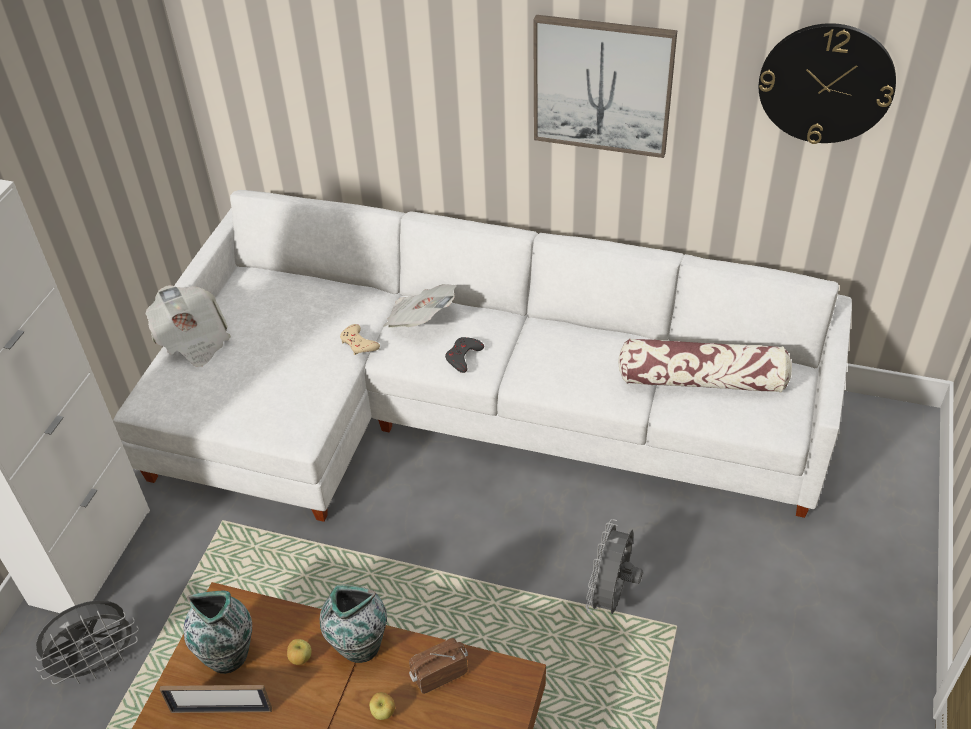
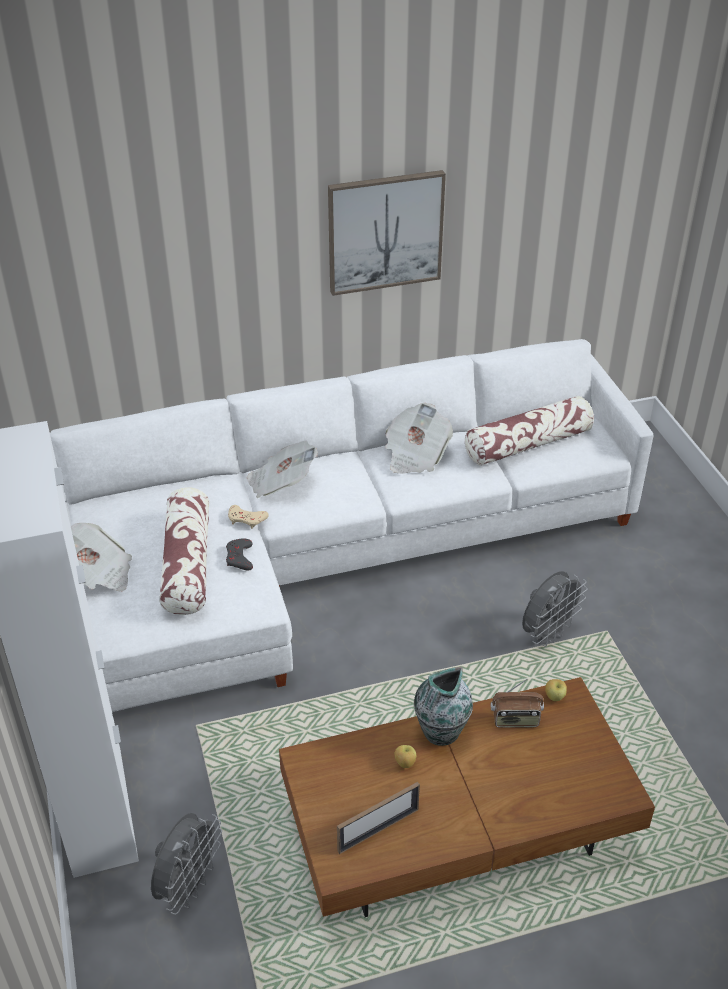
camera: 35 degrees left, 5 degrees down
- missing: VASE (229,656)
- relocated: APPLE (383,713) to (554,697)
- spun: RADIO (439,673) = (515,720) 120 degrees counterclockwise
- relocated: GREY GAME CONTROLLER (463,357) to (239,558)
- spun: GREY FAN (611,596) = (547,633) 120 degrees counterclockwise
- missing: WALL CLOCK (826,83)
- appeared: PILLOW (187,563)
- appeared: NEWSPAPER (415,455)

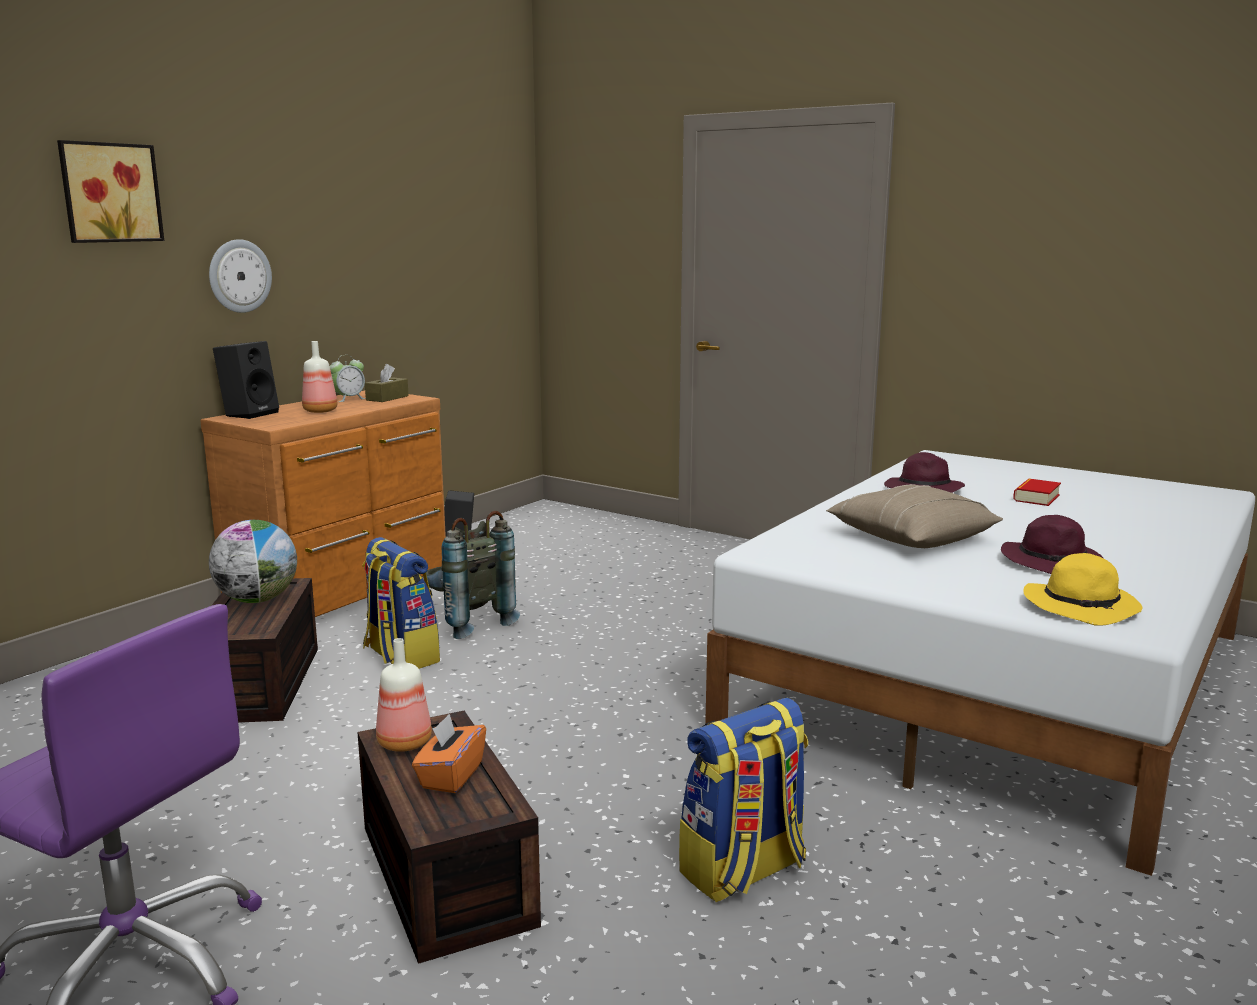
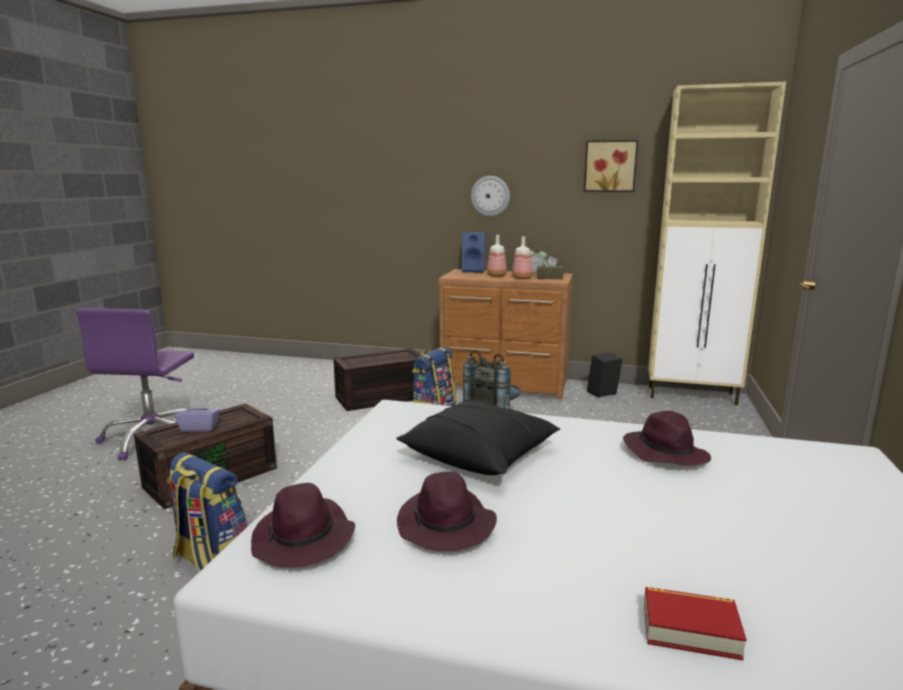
camera: 70 degrees right, 0 degrees up
- relocated: PICTURE (109,193) to (610,166)
- missing: GLOBE (257,600)
- colour: BLACK SPEAKER (250,414) to BLUE SPEAKER (474,271)
- relocated: BOTTLE (403,743) to (521,278)
- colour: ORANGE TISSUE BOX (450,776) to PURPLE TISSUE BOX (199,428)
- colour: BEIGE PILLOW (911,538) to BLACK PILLOW (480,455)
- relocated: BOOK (1036,498) to (690,630)
- colour: YELLOW HAT (1082,607) to PURPLE HAT (303,539)
- appeared: BEIGE CABINET (693,396)

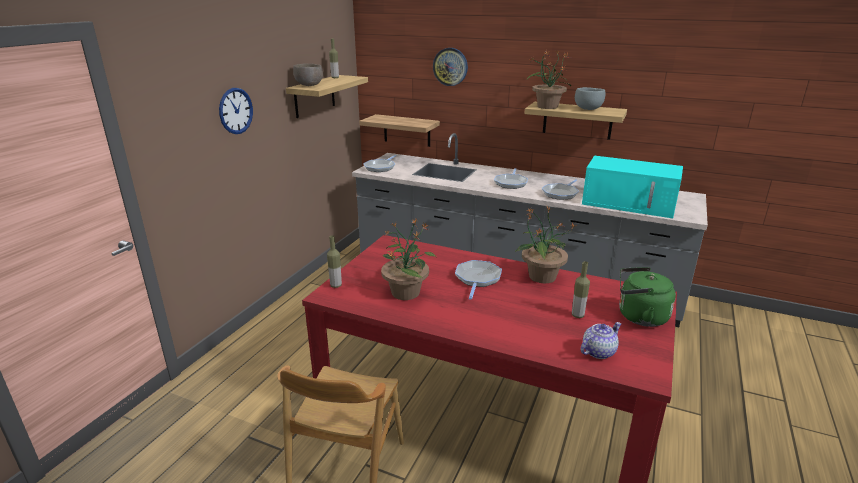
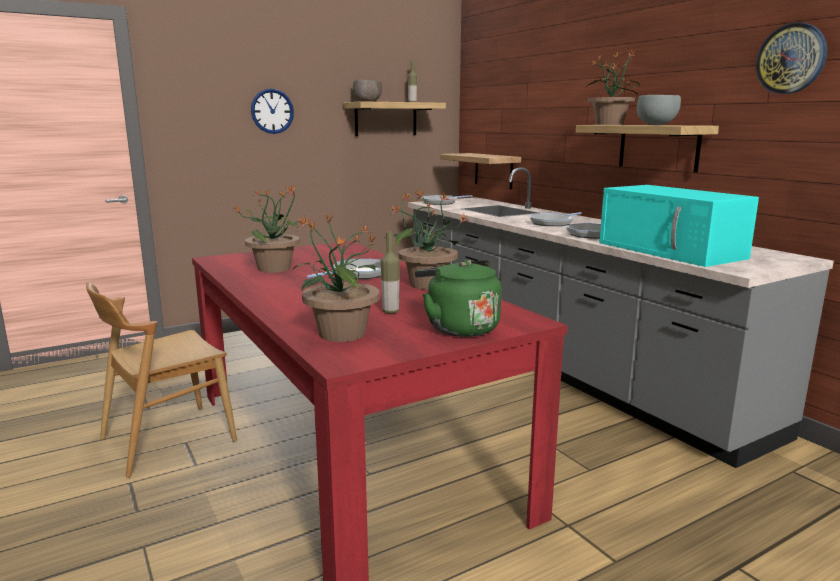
camera: 35 degrees right, 10 degrees down
- missing: BOTTLE (336,285)
- relocated: WALL CLOCK (450,66) to (791,59)
- exchanged: TEAPOT (598,351) to POTTED PLANT (341,334)

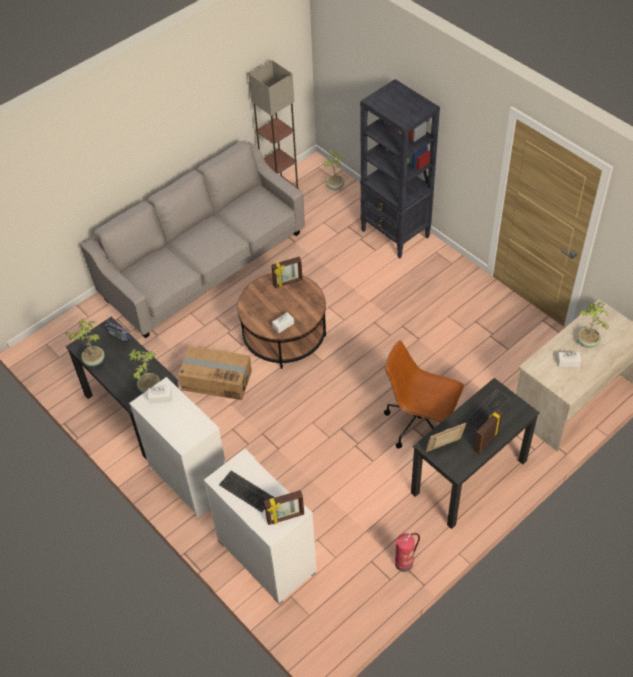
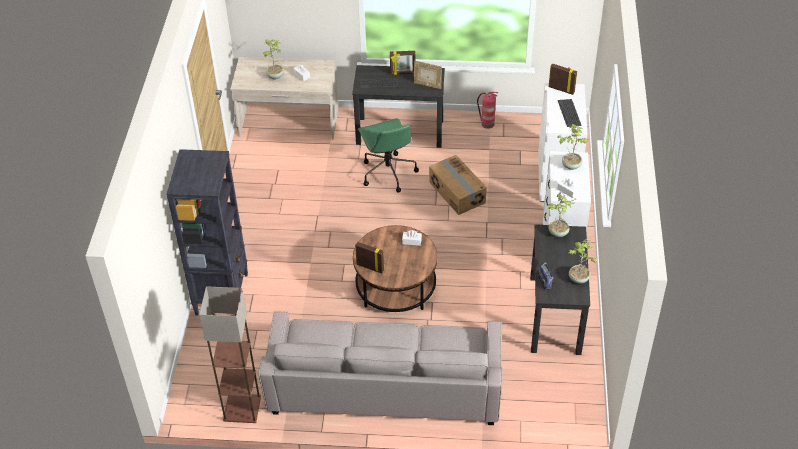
camera: 135 degrees left, 5 degrees down
- relocated: CARDBOARD BOX (217,380) to (456,192)
- relocated: POTTED PLANT (335,187) to (571,165)
- colour: BROWN OFFICE CHAIR (420,424) to GREEN OFFICE CHAIR (388,172)

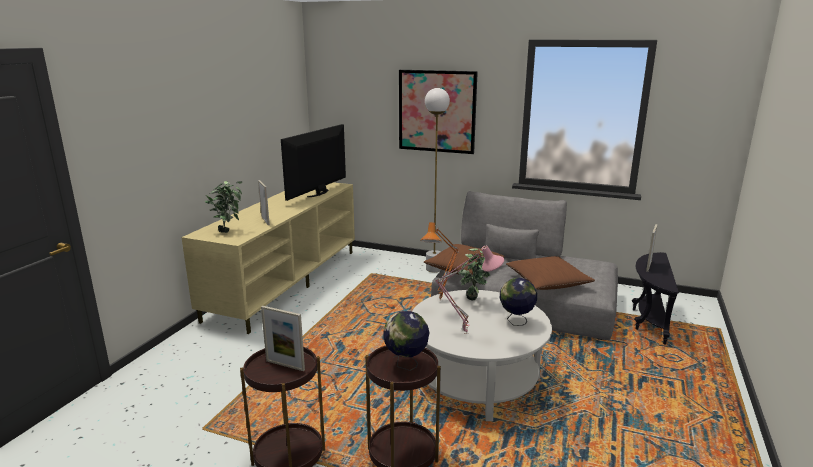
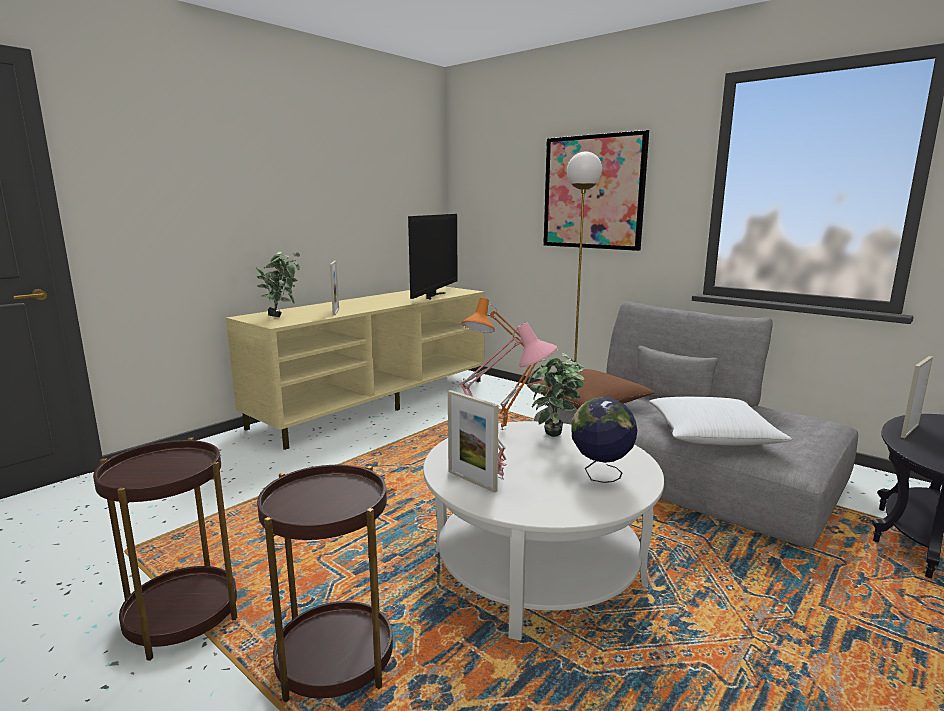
camera: 20 degrees right, 5 degrees down
- relocated: PICTURE FRAME (285,365) to (472,481)
- spun: TELEVISION (319,193) = (434,296) 150 degrees clockwise
- missing: GLOBE (406,364)
- colour: BROWN PILLOW (547,282) to WHITE PILLOW (711,435)

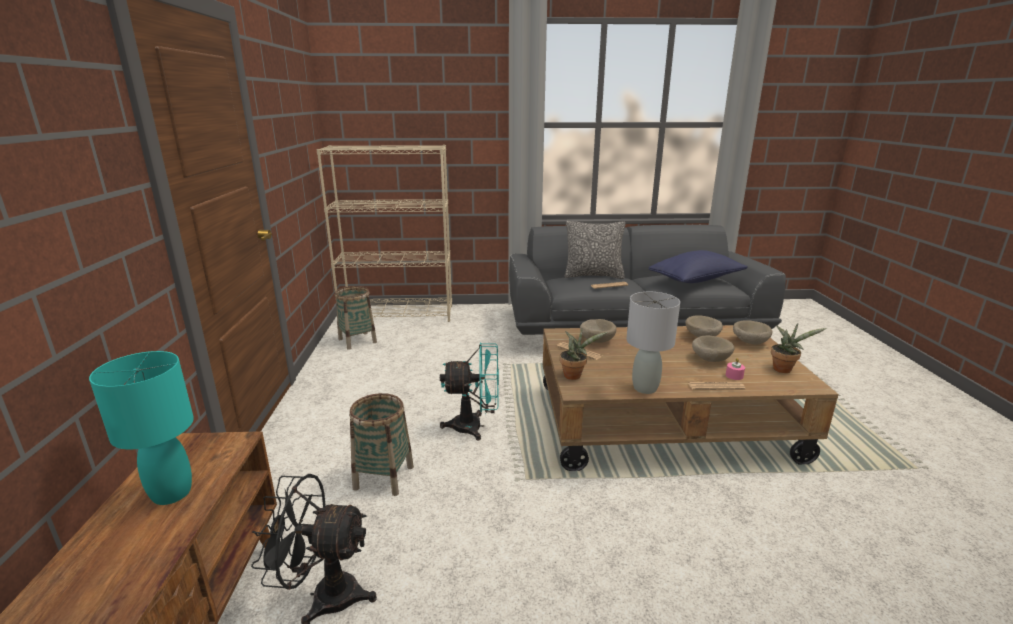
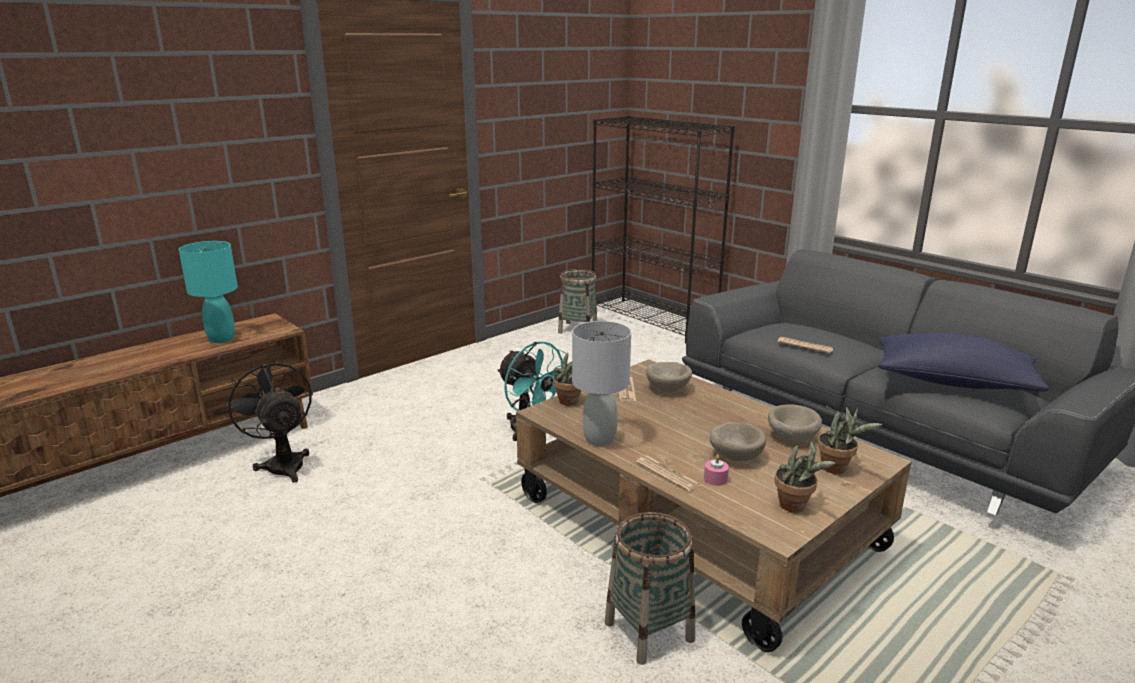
camera: 50 degrees right, 0 degrees up
- colour: BEIGE BOOKCASE (398,314) to BLACK BOOKCASE (653,320)
- relocated: BASKET (384,477) to (649,631)
- missing: PILLOW (593,275)
- exchanged: BEIGE BOWL (749,342) to POTTED PLANT (837,469)

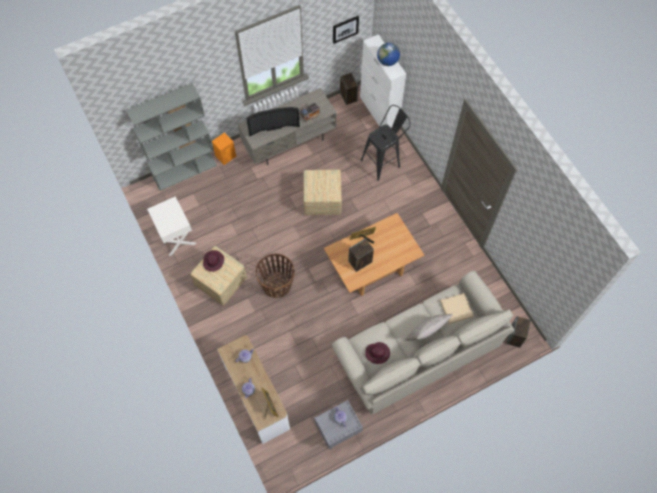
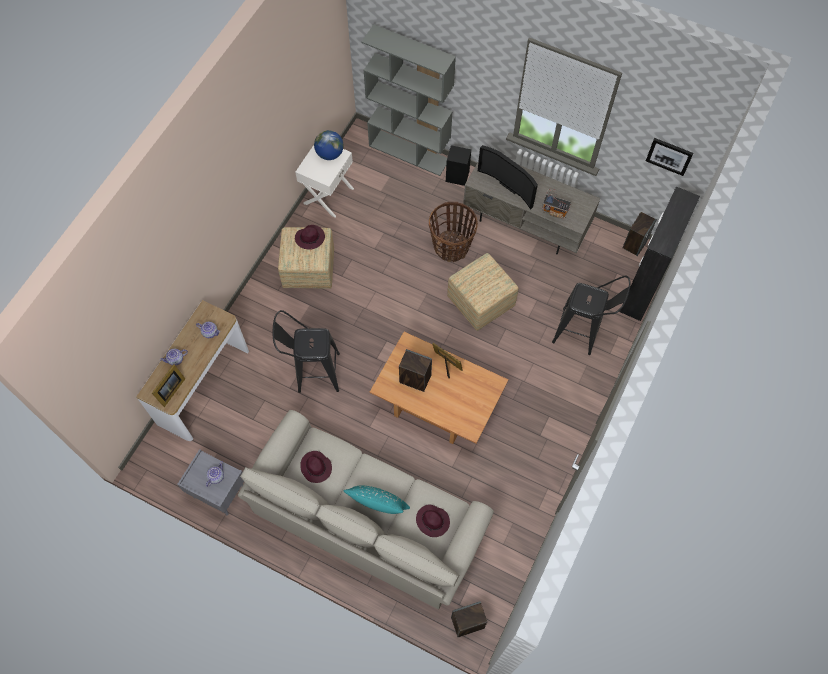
camera: 55 degrees right, 0 degrees up
- colour: ORANGE SPEAKER (226,156) to BLACK SPEAKER (458,176)
- relocated: BASKET (277,285) to (451,247)
- colour: WHITE CABINET (379,112) to BLACK CABINET (642,288)
- relocated: GLOBE (387,61) to (330,154)
- colour: GREY PILLOW (425,333) to TURQUOISE PILLOW (378,505)
- exchanged: BEIGE TRAY (456,309) to PURPLE HAT (433,521)
- appeared: BLACK STOOL (312,372)

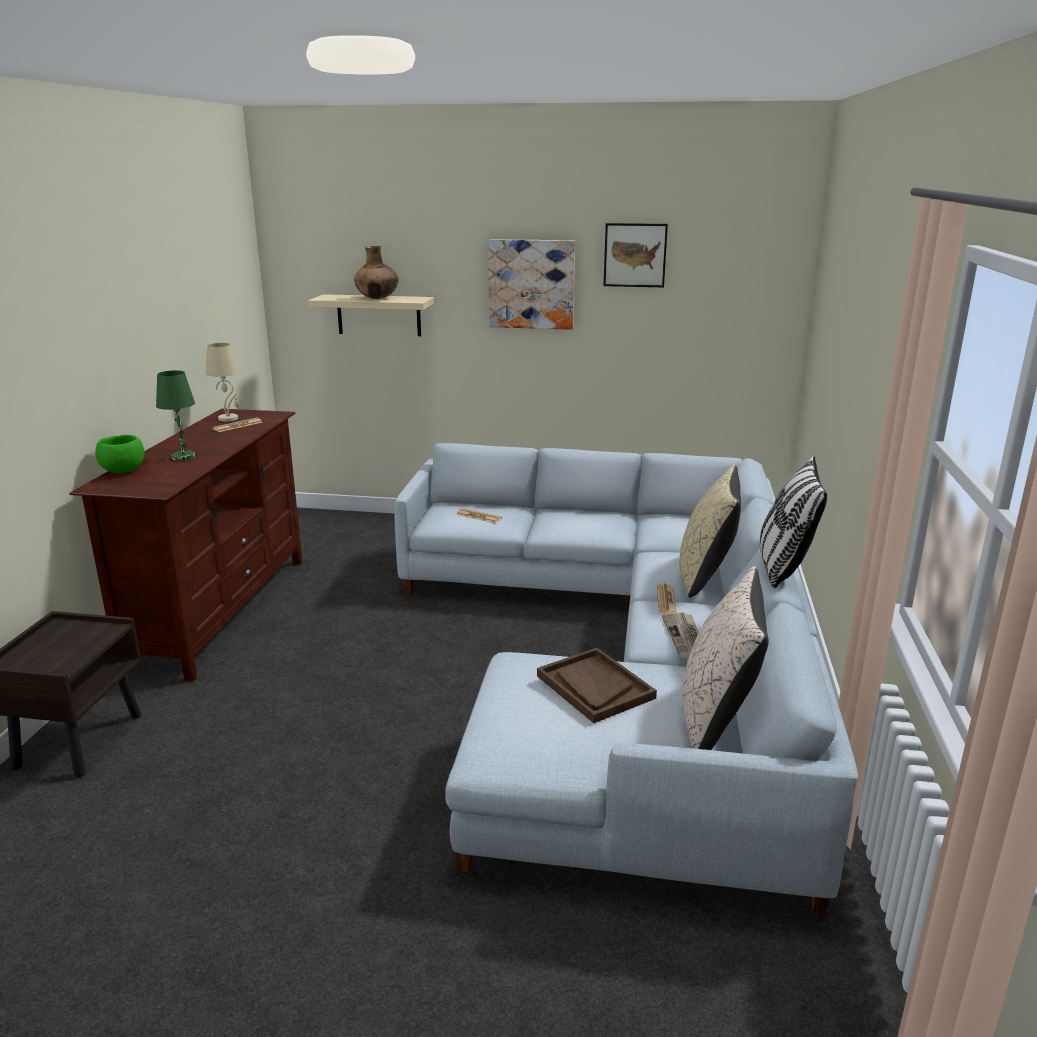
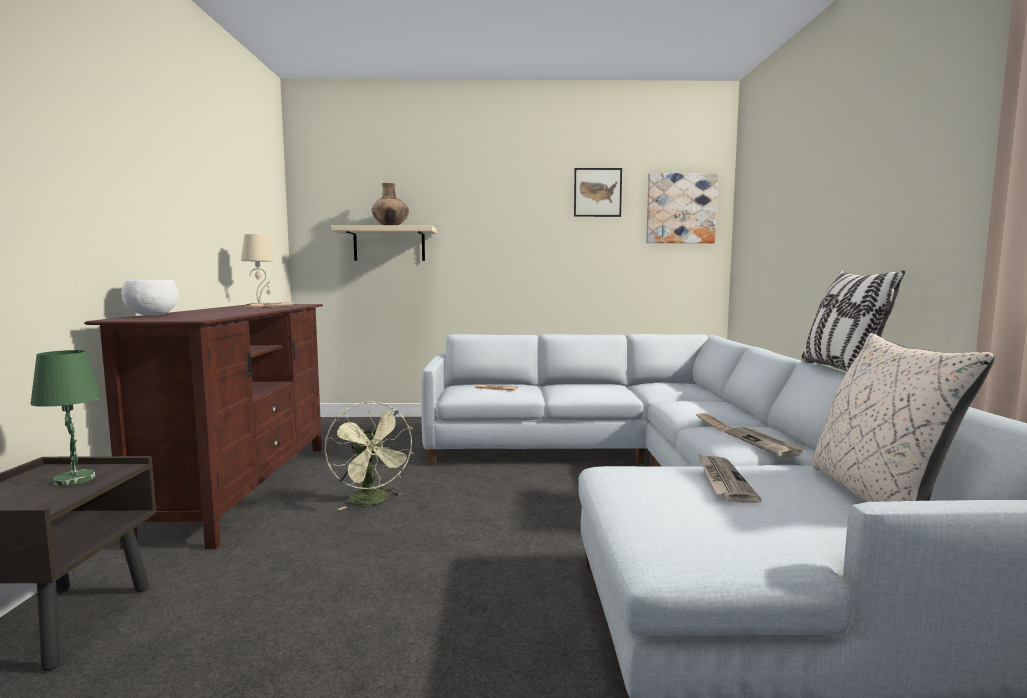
camera: 10 degrees left, 15 degrees down
- colour: GREEN BOWL (123,471) to WHITE BOWL (152,315)
- relocated: GREEN TABLE LAMP (184,457) to (76,480)
- relocated: PICTURE (531,284) to (680,208)
- exchanged: BROWN TRAY (594,687) to NEWSPAPER (723,480)
- missing: BEIGE PILLOW (705,575)
- appeared: GREEN FAN (373,502)

